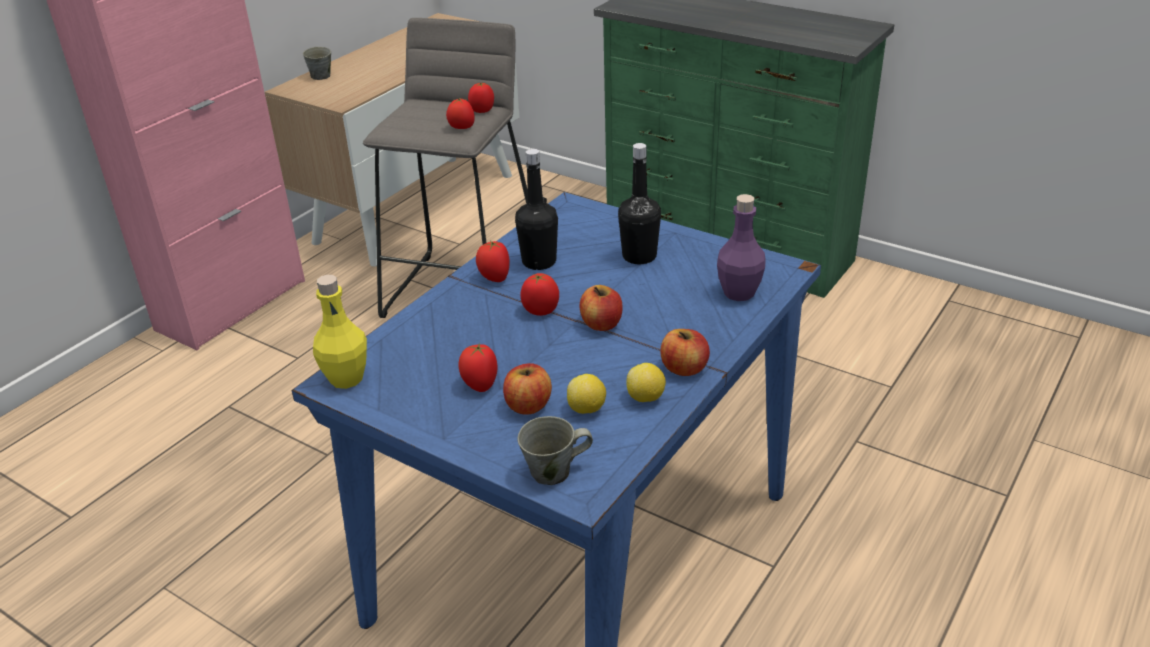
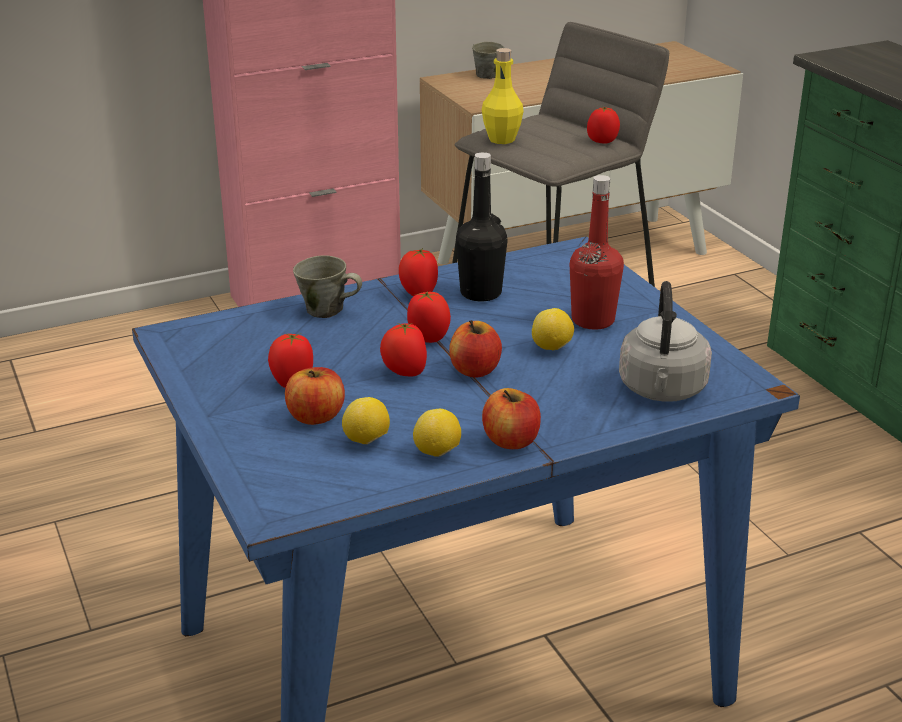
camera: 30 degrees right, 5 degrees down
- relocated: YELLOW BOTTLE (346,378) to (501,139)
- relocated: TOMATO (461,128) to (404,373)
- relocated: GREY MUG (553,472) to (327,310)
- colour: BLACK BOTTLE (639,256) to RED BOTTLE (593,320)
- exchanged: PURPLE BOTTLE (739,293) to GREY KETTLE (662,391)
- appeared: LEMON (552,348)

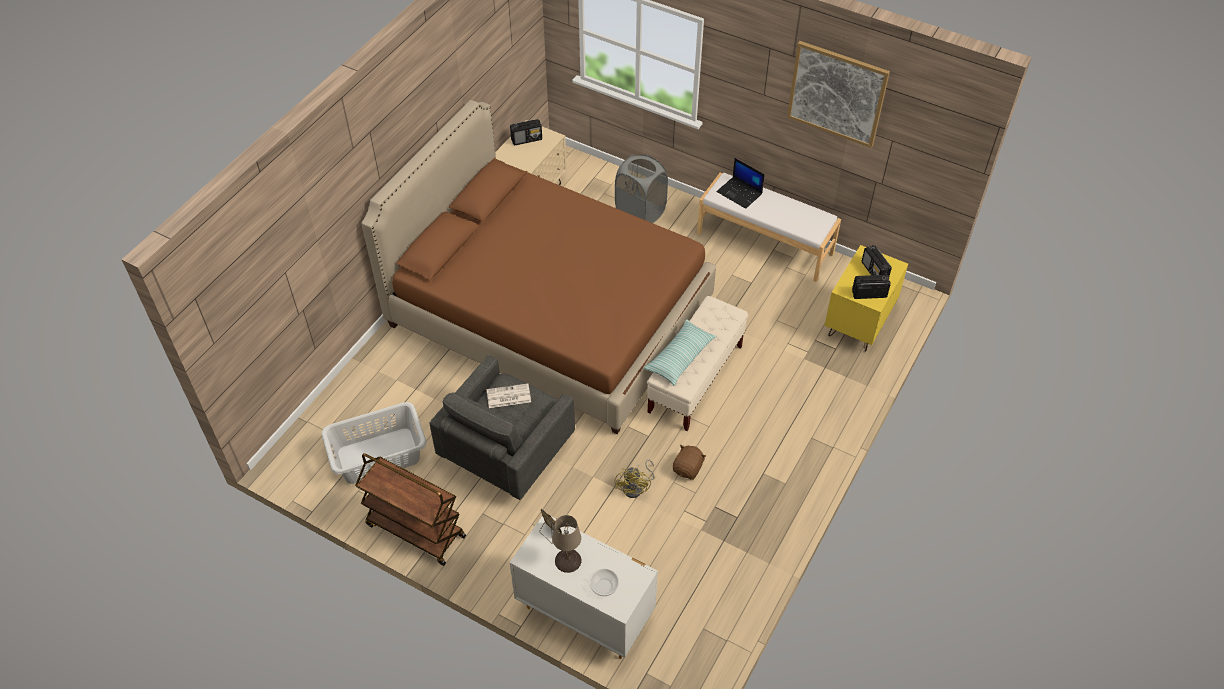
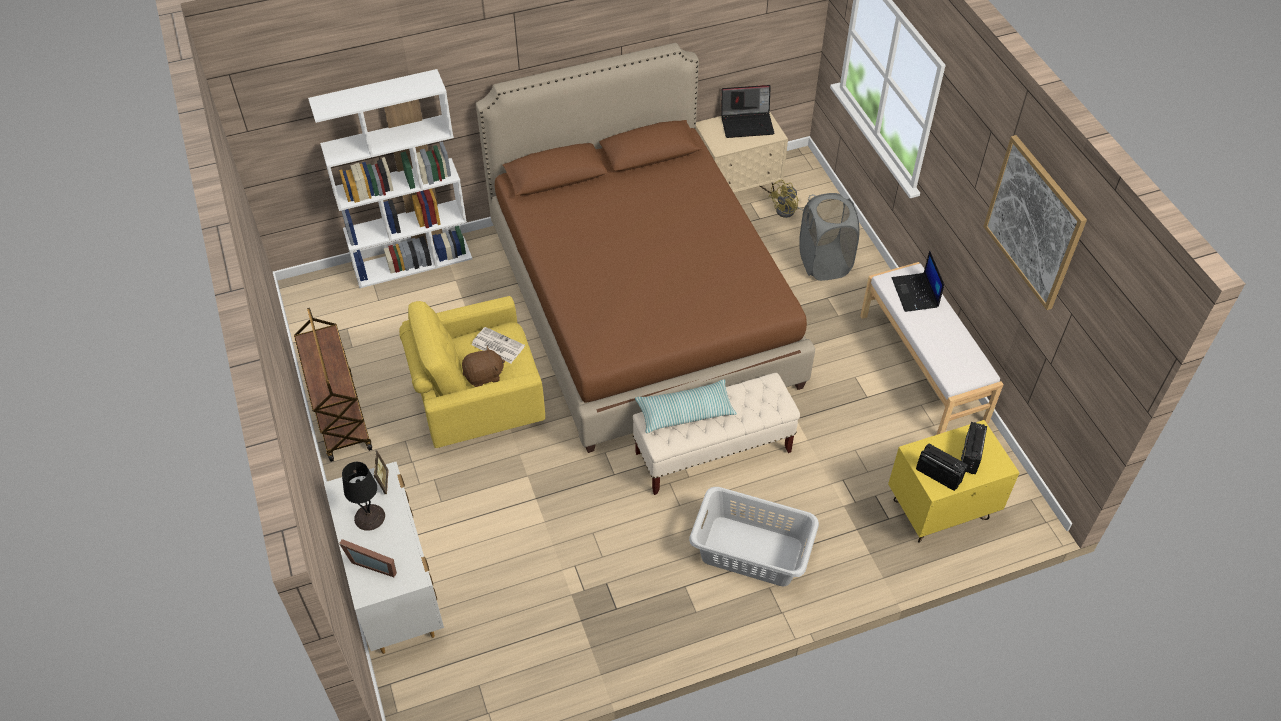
camera: 40 degrees right, 0 degrees up
- relocated: GREY LAUNDRY BASKET (379,456) to (751,552)
- colour: GREY ARMCHAIR (505,452) to YELLOW ARMCHAIR (478,401)
- exchanged: RADIO (527,139) to LAPTOP (747,123)
- colour: BEIGE TABLE LAMP (568,560) to BLACK TABLE LAMP (370,517)
- exchanged: BOWL (604,586) to PICTURE FRAME (374,562)
- relocated: YELLOW FAN (636,487) to (790,211)
- relocated: BROWN PLUSH TOY (688,468) to (484,376)
- appeared: WHITE BOOKCASE (413,262)

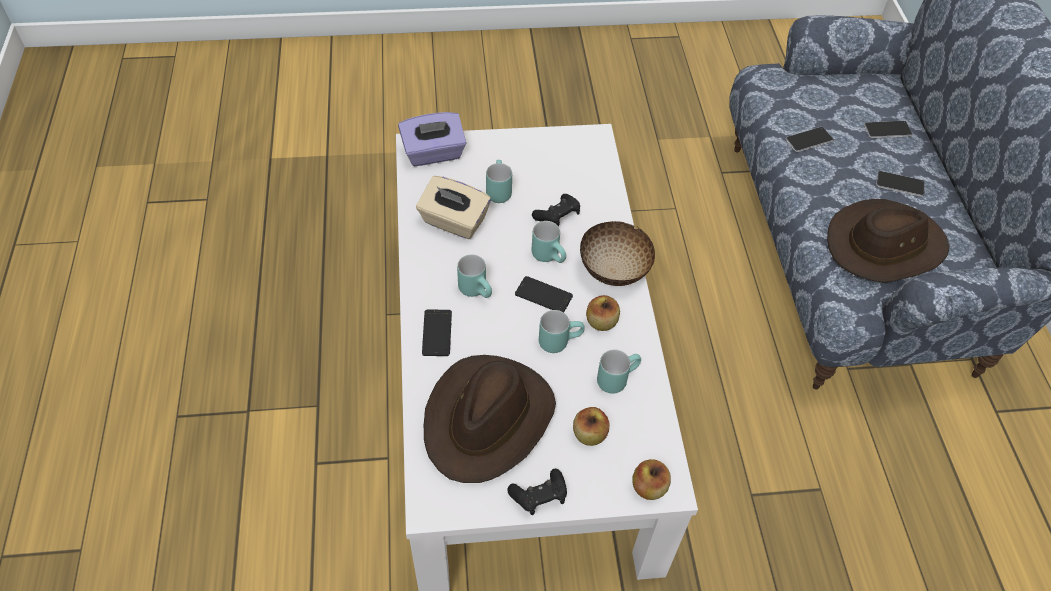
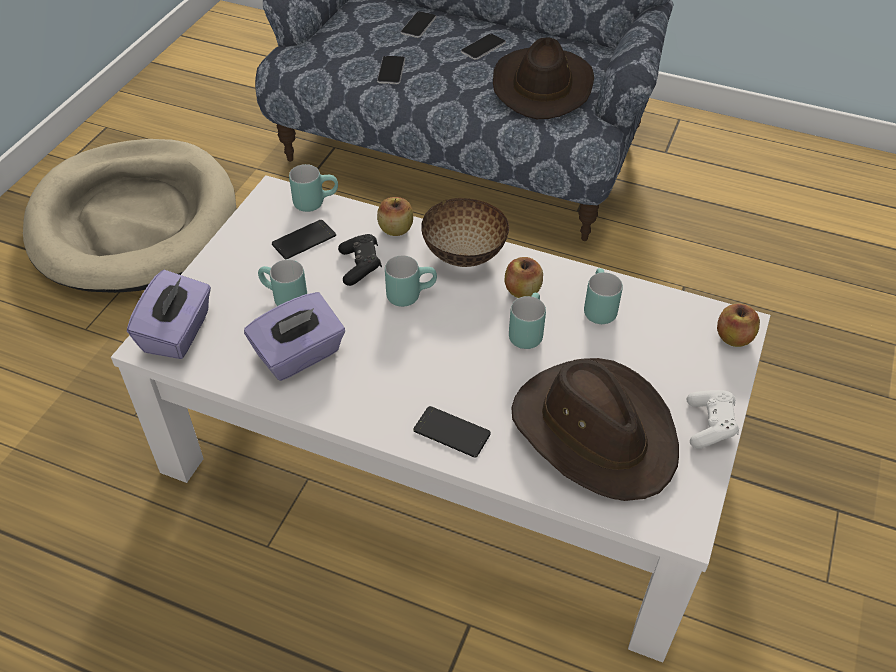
camera: 60 degrees left, 5 degrees down
- colour: BEIGE TISSUE BOX (453,222) to PURPLE TISSUE BOX (299,355)
- relocated: TURQUOISE MUG (478,290) to (315,201)
- colour: BLACK GAME CONTROLLER (539,497) to WHITE GAME CONTROLLER (710,425)
- relocated: PHONE (543,295) to (304,240)
- relocated: APPLE (589,434) to (395,229)
- appeared: BEIGE DOG BED (135,221)

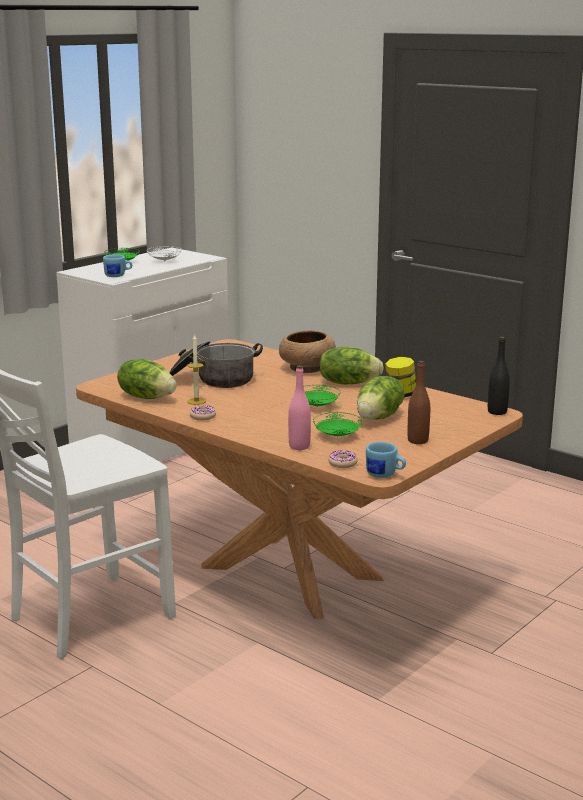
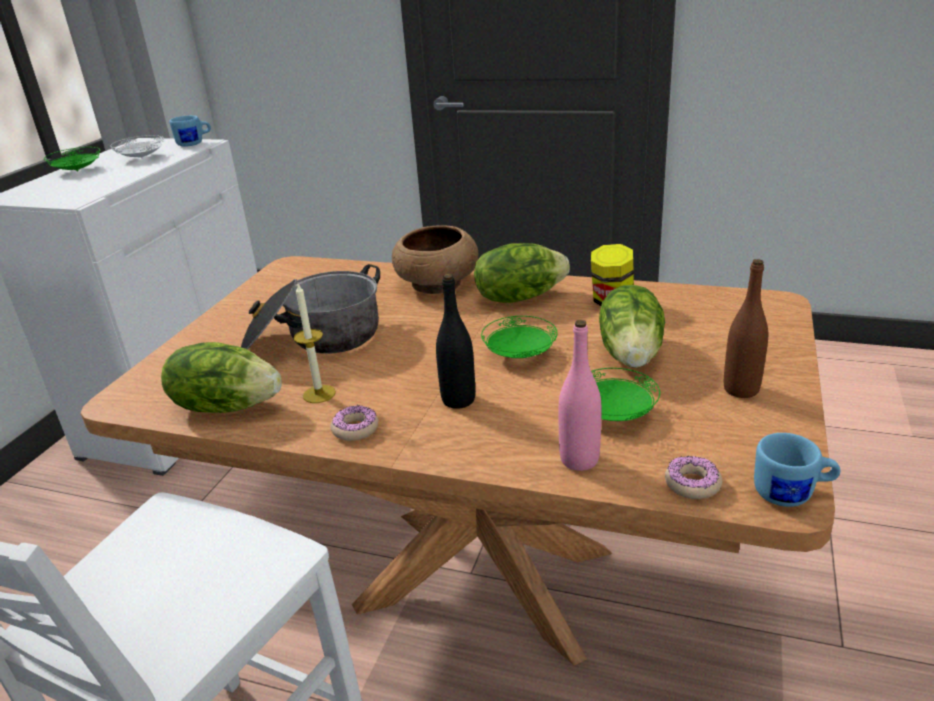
camera: 20 degrees left, 10 degrees up
- relocated: BLUE MUG (118,276) to (194,144)
- relocated: BLACK BOTTLE (497,412) to (458,400)

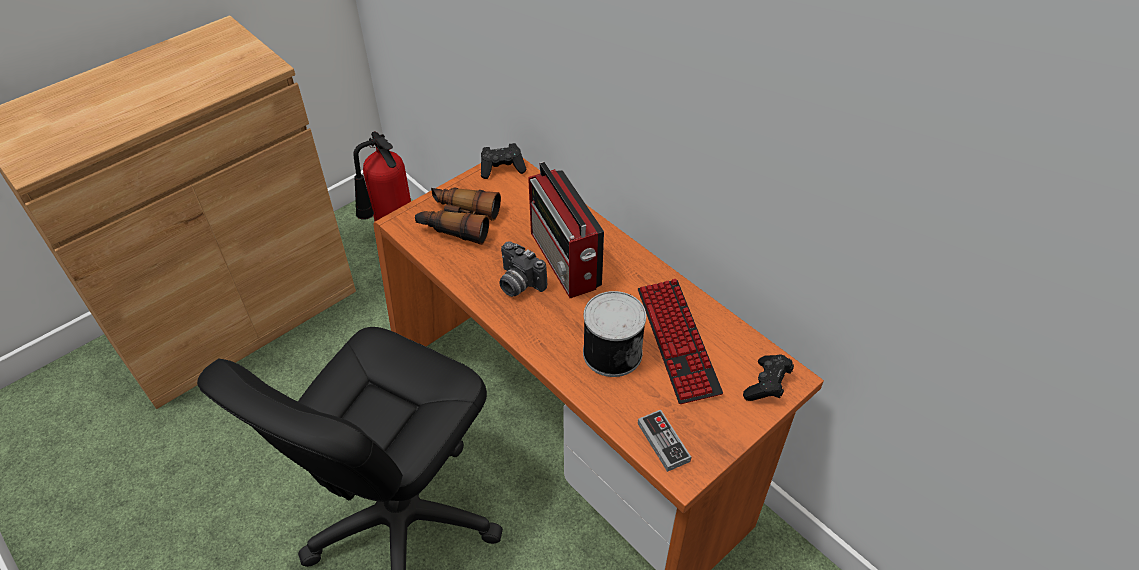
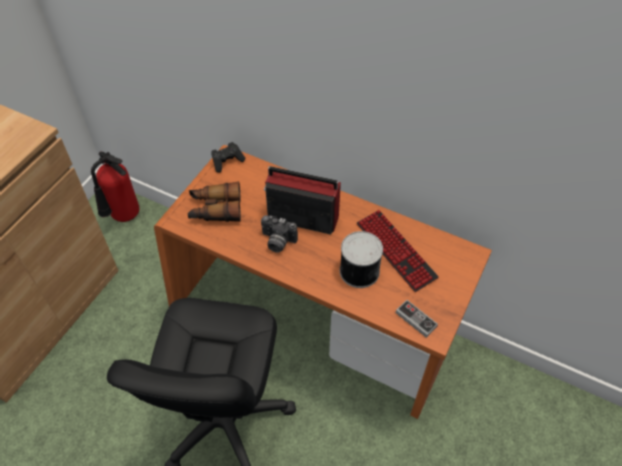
camera: 20 degrees left, 5 degrees up
- spun: RADIO (565,261) = (301,217) 150 degrees clockwise
- missing: BLACK GAME CONTROLLER (767,385)

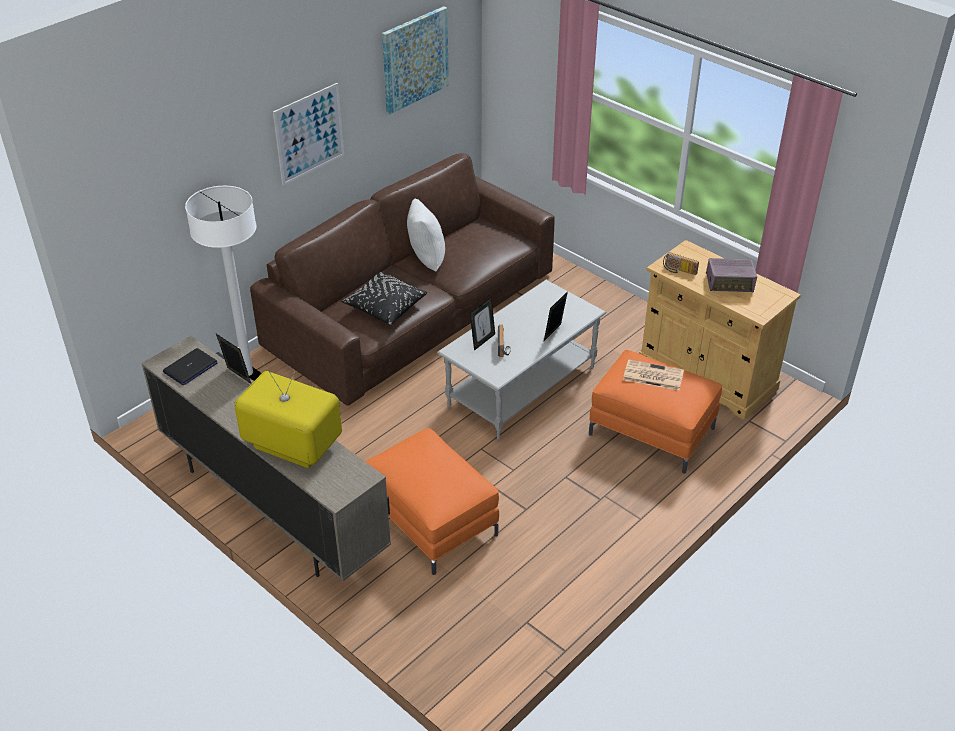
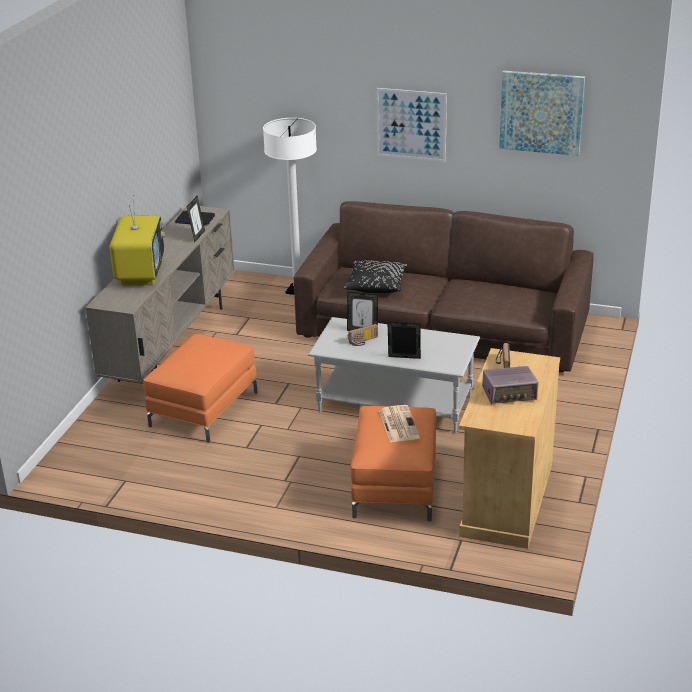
camera: 65 degrees right, 10 degrees down
- missing: WHITE PILLOW (425,260)
- spun: RADIO (730,283) = (509,394) 75 degrees counterclockwise

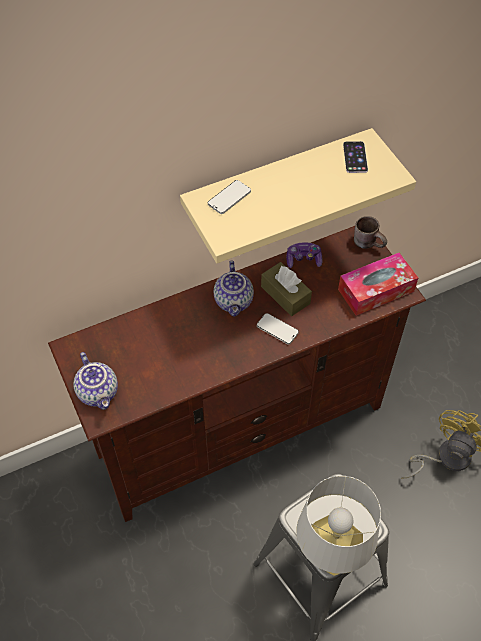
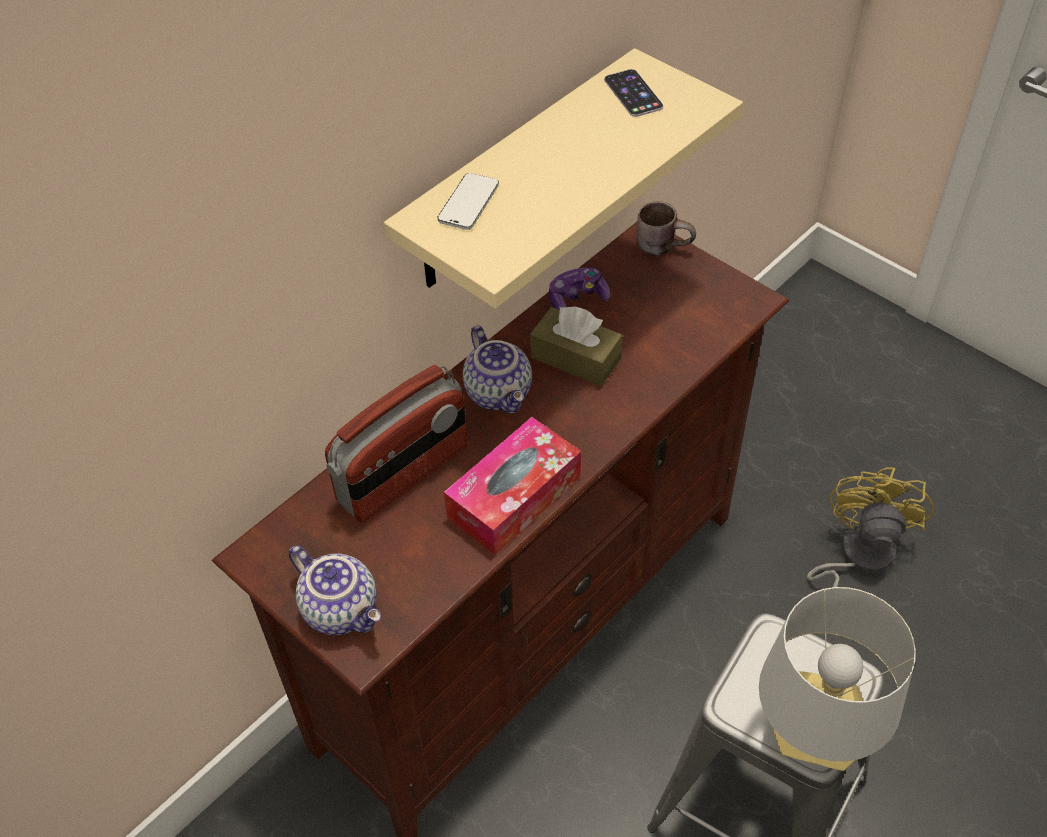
camera: 20 degrees left, 5 degrees down
- missing: PHONE (277,329)
- relocated: TISSUE BOX (376,290) to (514,497)
- appeared: RADIO (404,475)

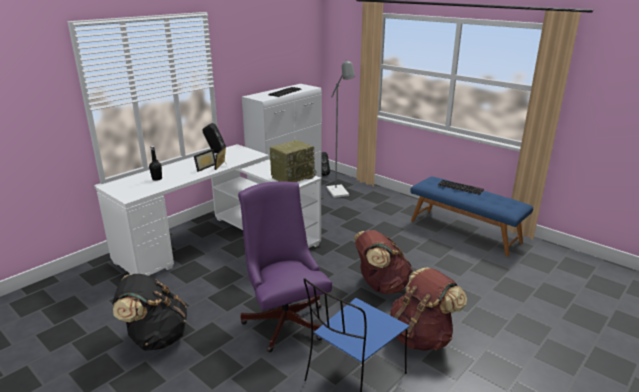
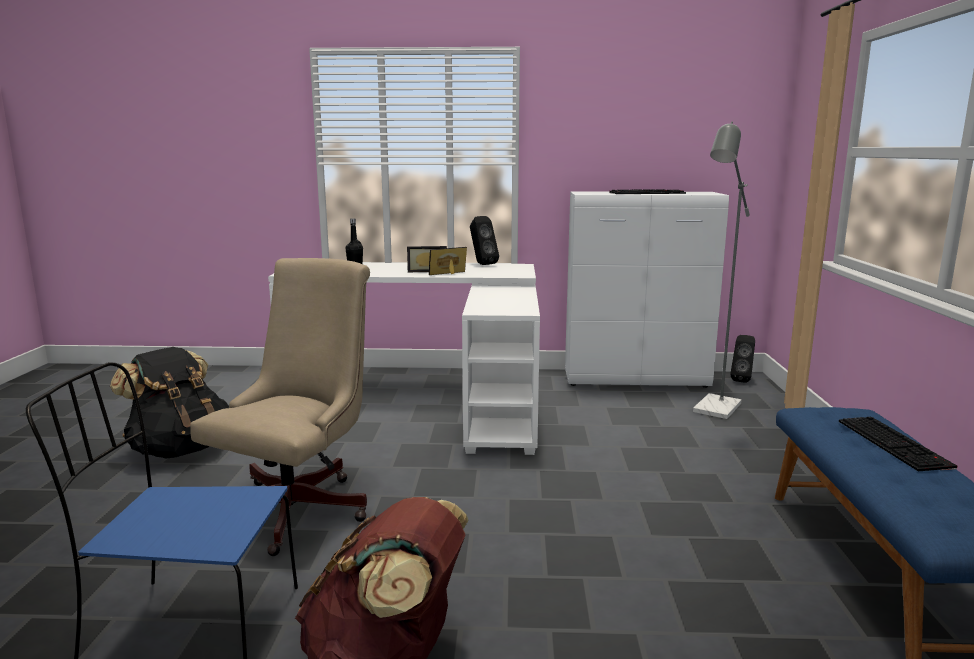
camera: 50 degrees right, 10 degrees down
- colour: PURPLE OFFICE CHAIR (284,319) to BEIGE OFFICE CHAIR (300,507)
- missing: RADIO (293,177)
- missing: BROWN BACKPACK (380,286)

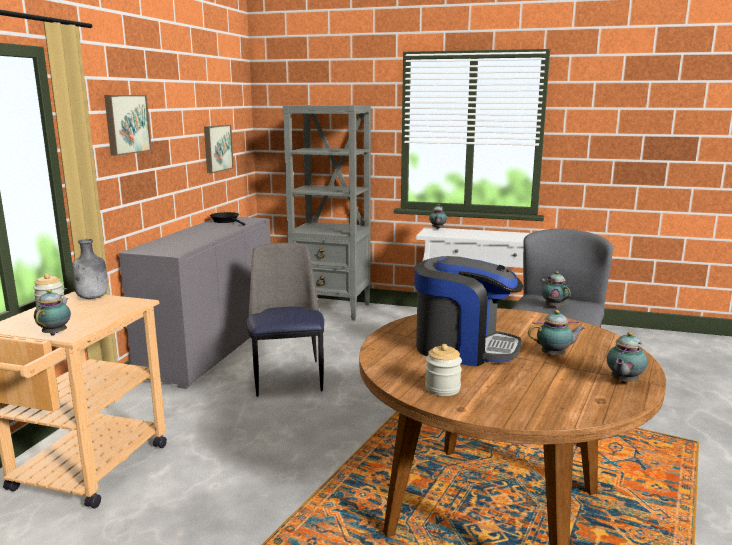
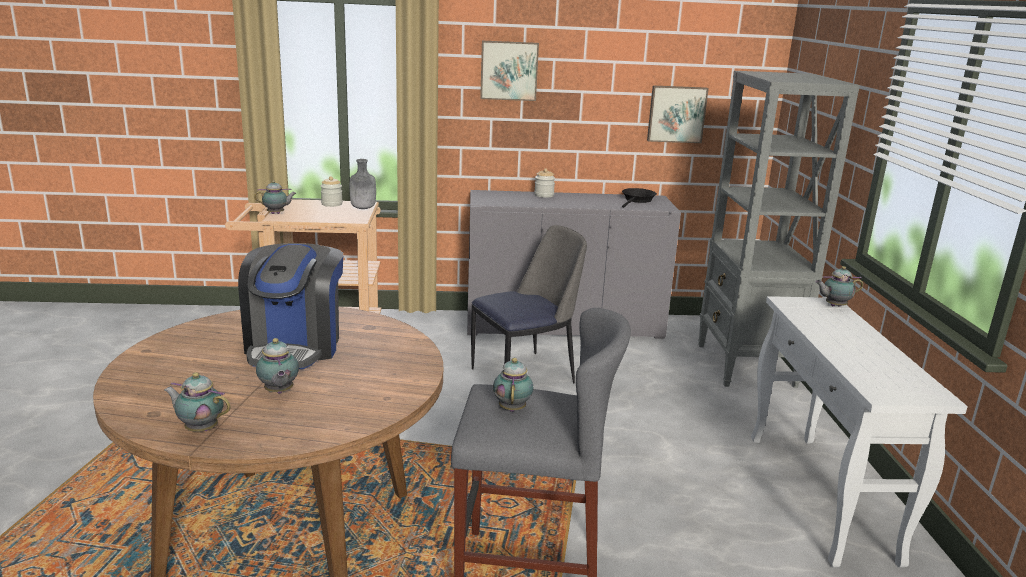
camera: 70 degrees right, 5 degrees up
- relocated: JAR (442,388) to (544,195)
- spun: TEAPOT (553,306) = (512,408) 45 degrees counterclockwise

